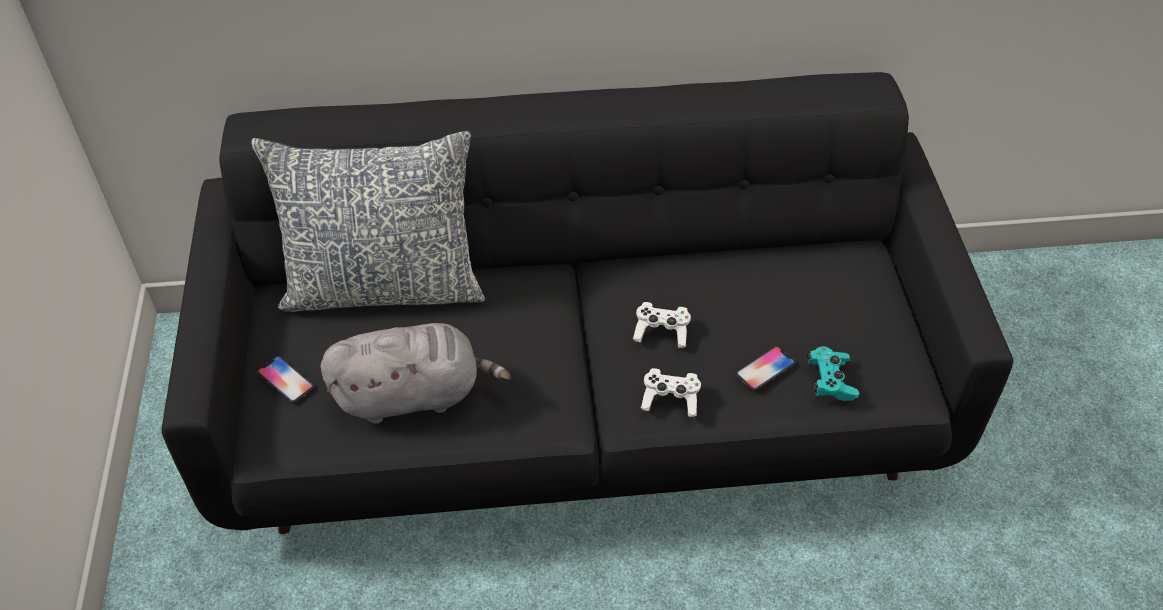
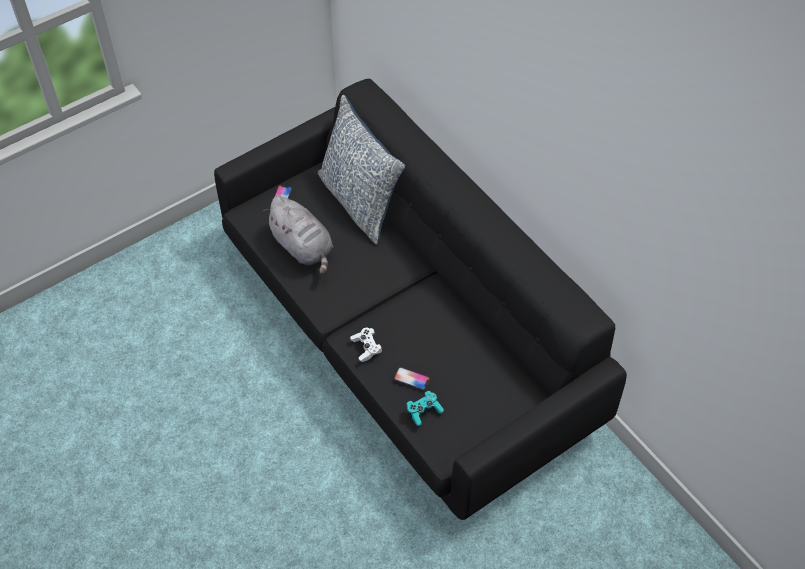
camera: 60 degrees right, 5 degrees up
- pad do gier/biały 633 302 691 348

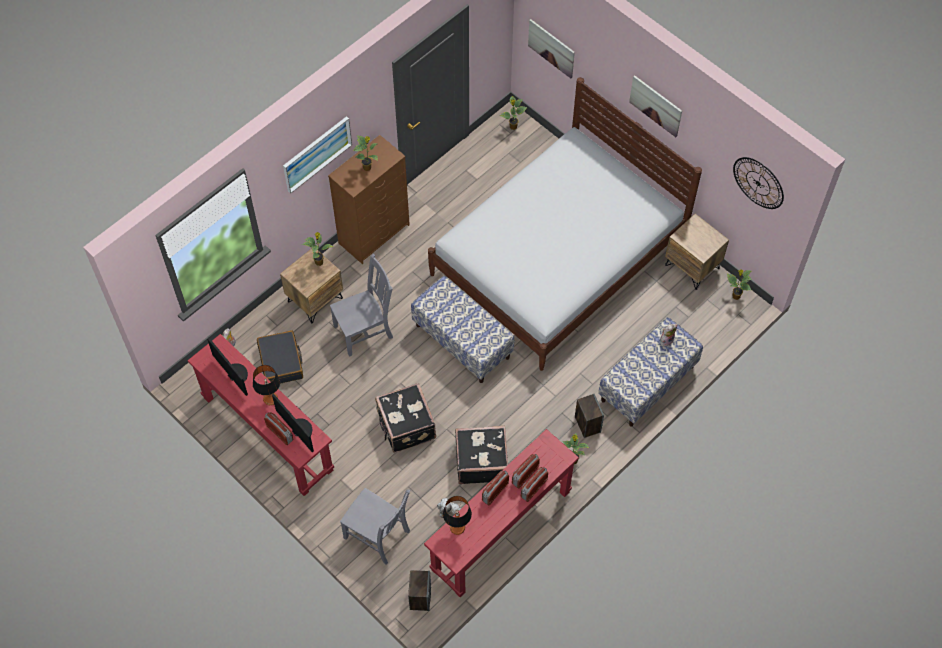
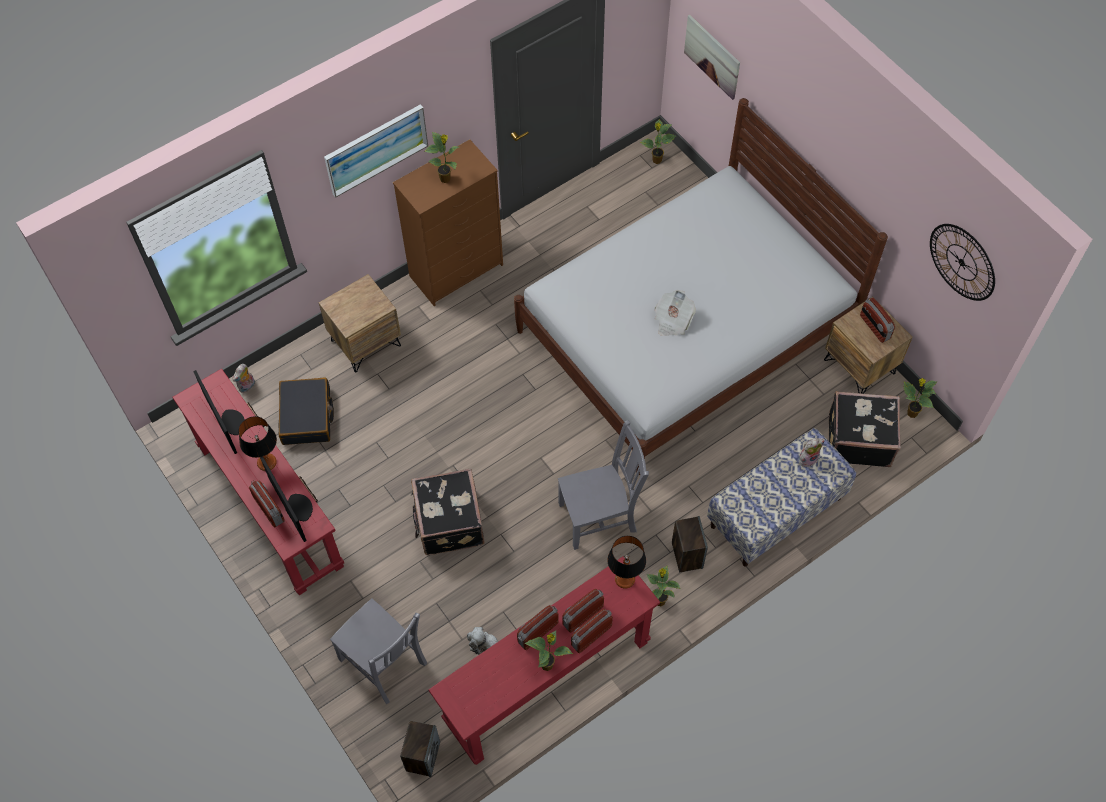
camera: 10 degrees right, 0 degrees up
- ławka 411 276 514 383
- obraz 629 75 682 137
+ gazeta 655 290 696 336
+ radio 860 297 895 343
~ roślina doniczkowa 302 232 333 266 to 524 630 573 671
~ krzesło/szary 330 254 393 357 to 558 420 649 550
~ lampa stołowa 443 496 472 535 to 608 536 646 589
~ walizka/czarny 455 426 508 484 to 829 391 901 467

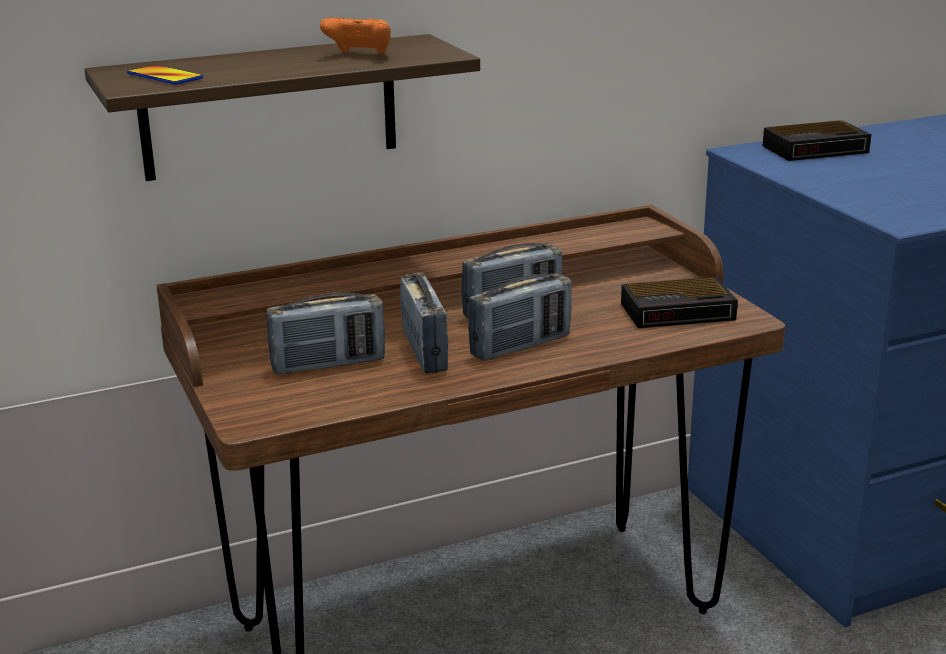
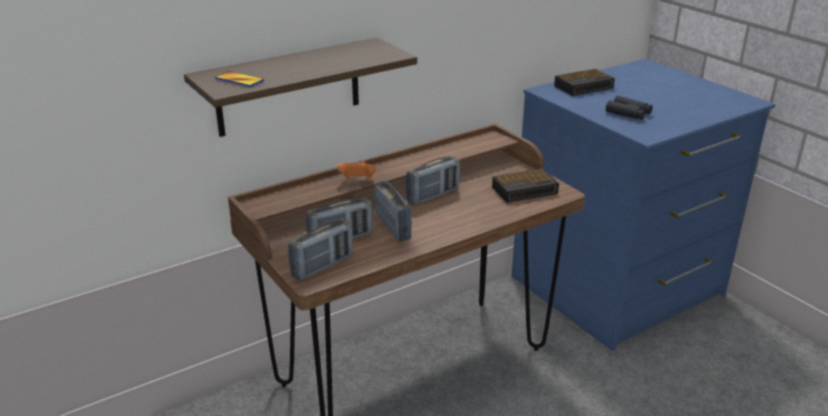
camera: 10 degrees left, 5 degrees up
+ lornetka/czarny 606 96 653 120
~ pad do gier/pomarańczowy 320 18 391 55 to 337 161 376 179
~ radio 468 273 572 361 to 288 219 353 280

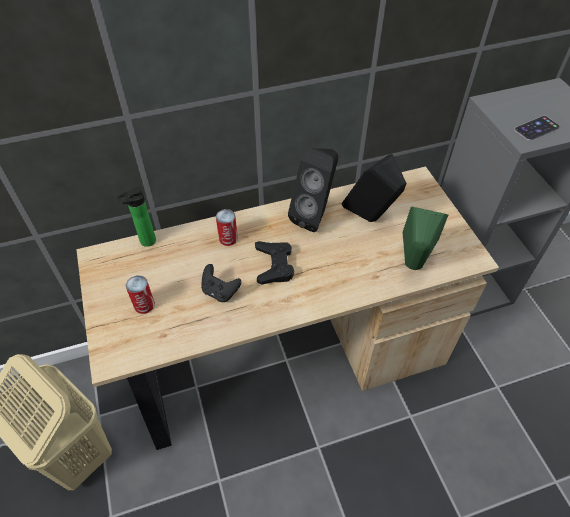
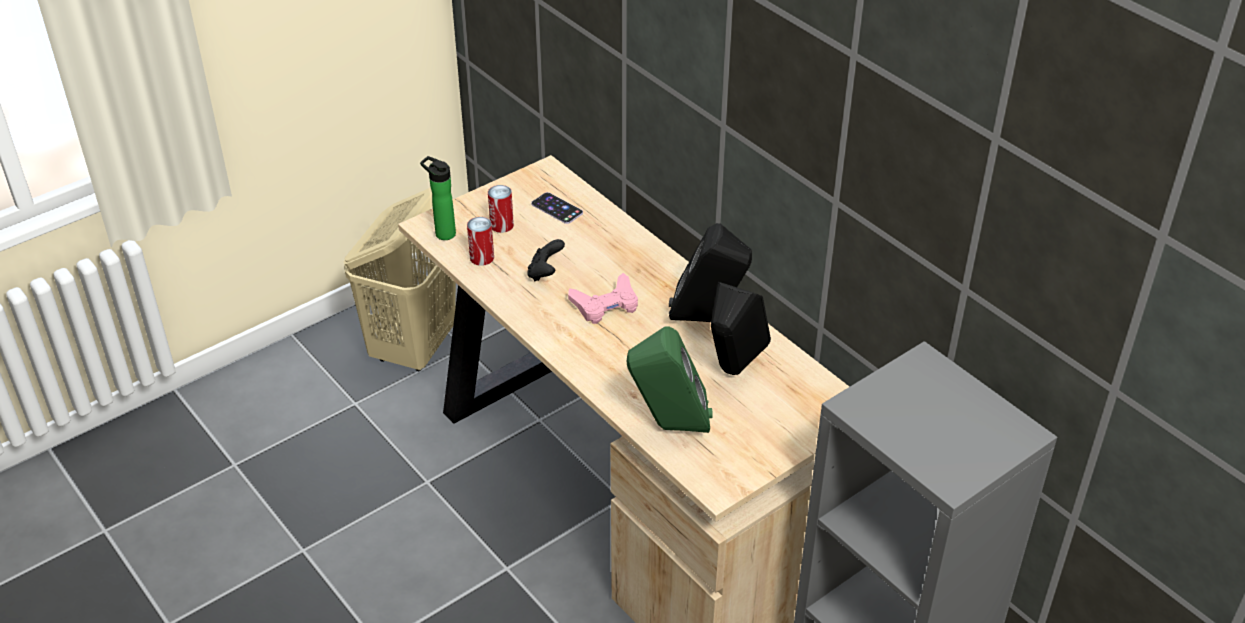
camera: 70 degrees right, 10 degrees down
~ butelka 117 187 156 247 to 420 156 456 240
~ puszka 216 209 238 246 to 467 217 494 266
~ telefon 514 116 560 141 to 531 192 583 224
~ pad do gier/czarny 255 241 294 284 to pad do gier/różowy 568 273 638 324

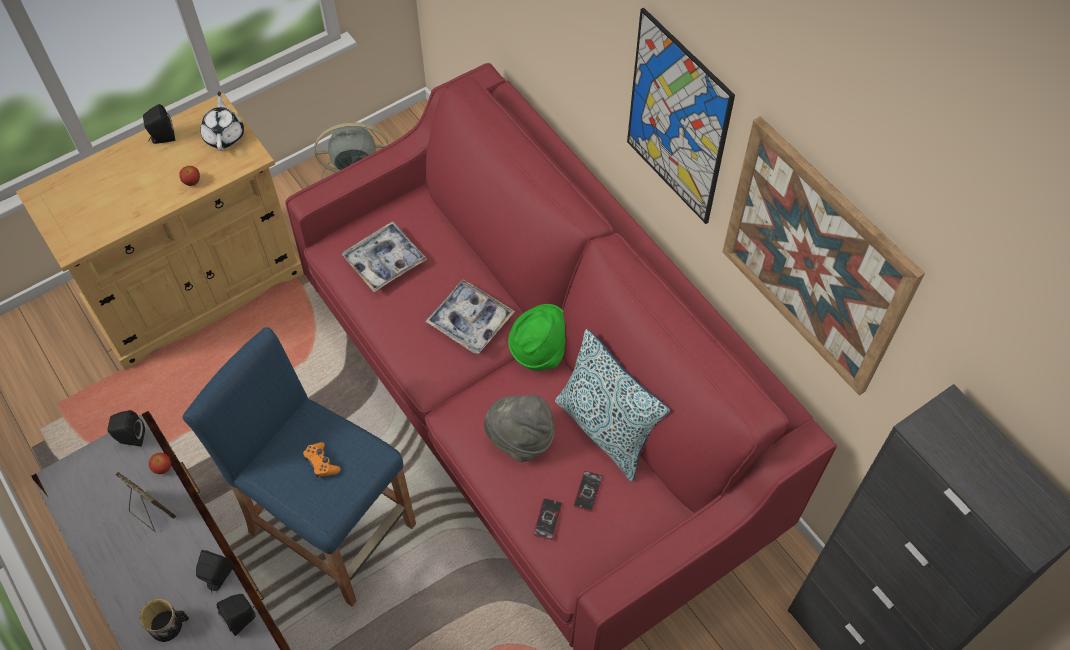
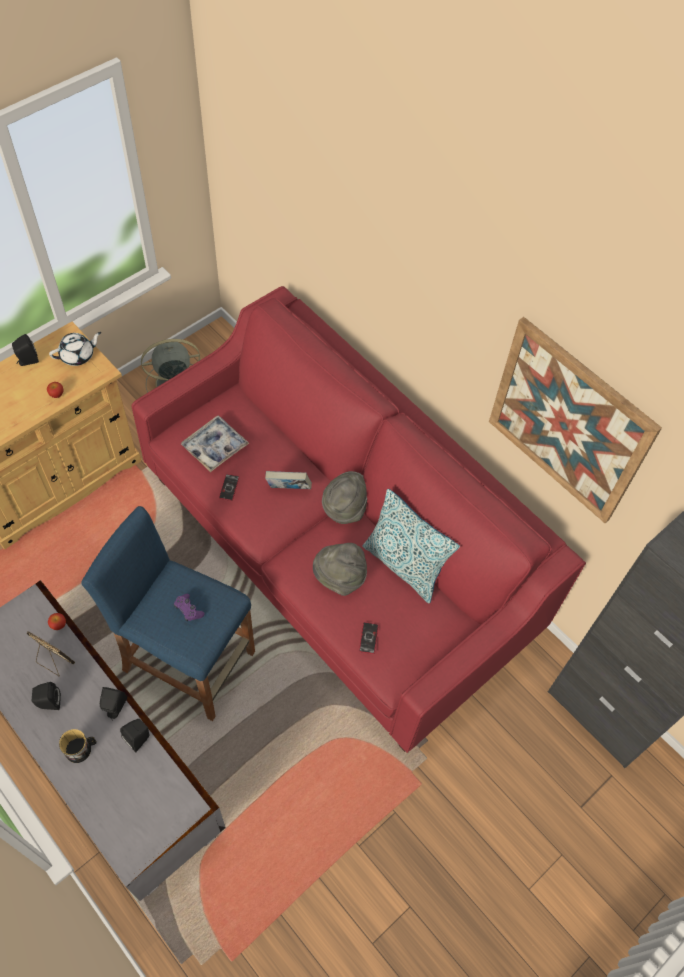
camera: 10 degrees left, 0 degrees up
- obraz 627 7 735 224
~ głośnik/czarny 107 410 145 447 to 32 682 61 710
~ telefon 574 471 603 511 to 219 474 239 501
~ taca 425 280 515 354 to książka 265 471 312 489
~ pad do gier/pomarańczowy 303 442 340 477 to pad do gier/fioletowy 174 594 205 622
~ kapelusz/zielony 508 304 566 371 to kapelusz/szary 322 471 367 524
~ imbryk/biały 200 91 244 151 = 49 332 101 366 75 degrees clockwise

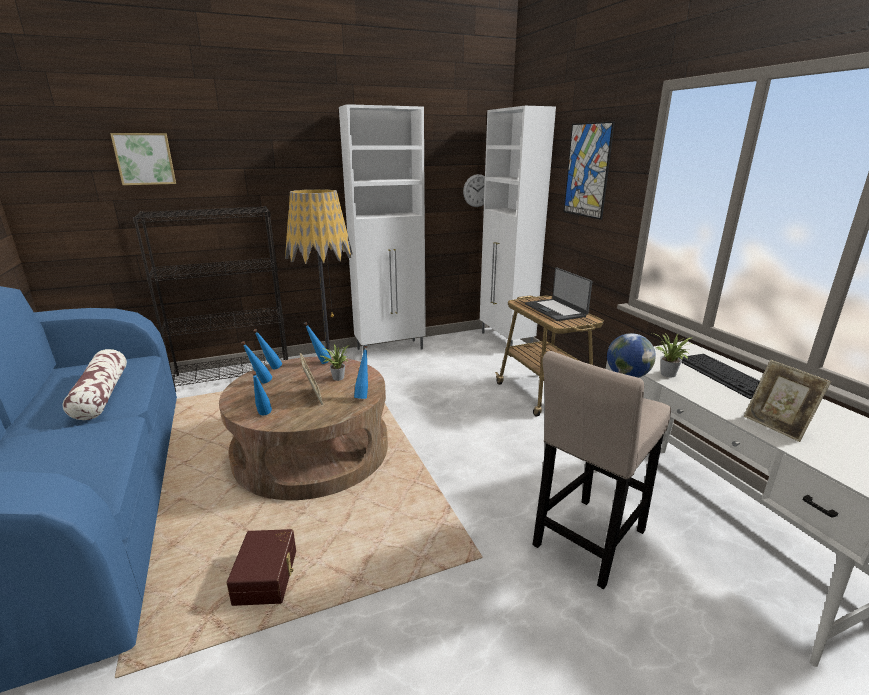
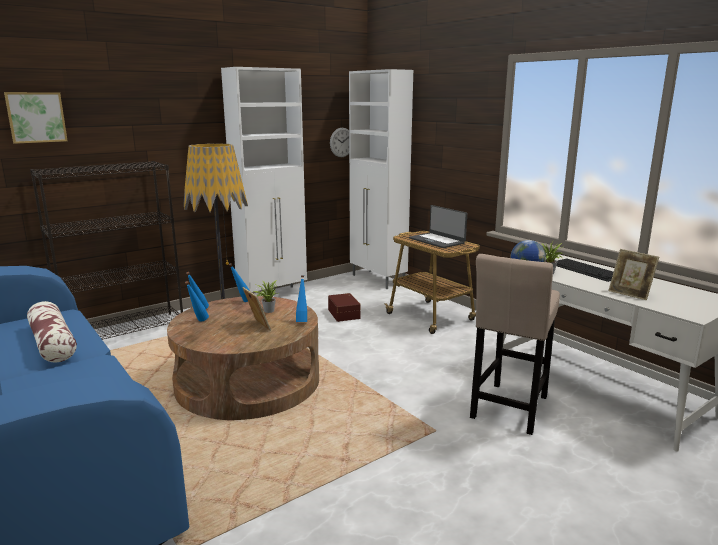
camera: 15 degrees left, 5 degrees down
- butelka/niebieski 252 371 272 415
- obraz 564 122 615 220
~ pojemnik do przechowywania/brązowy 226 529 296 606 to 328 293 361 322

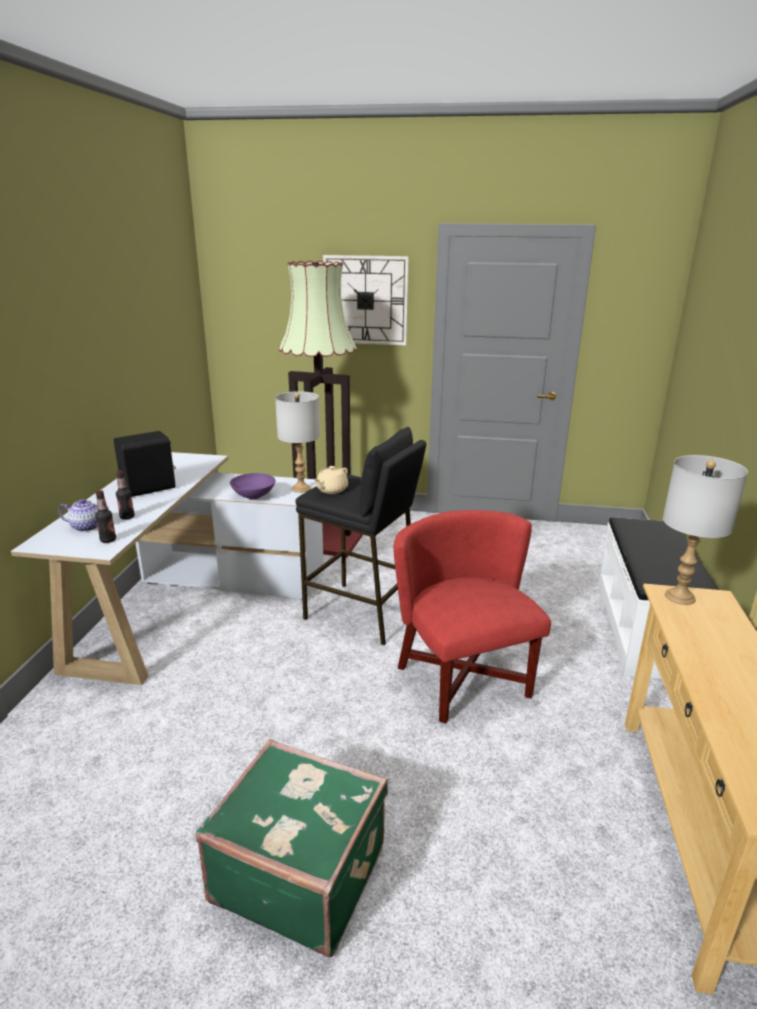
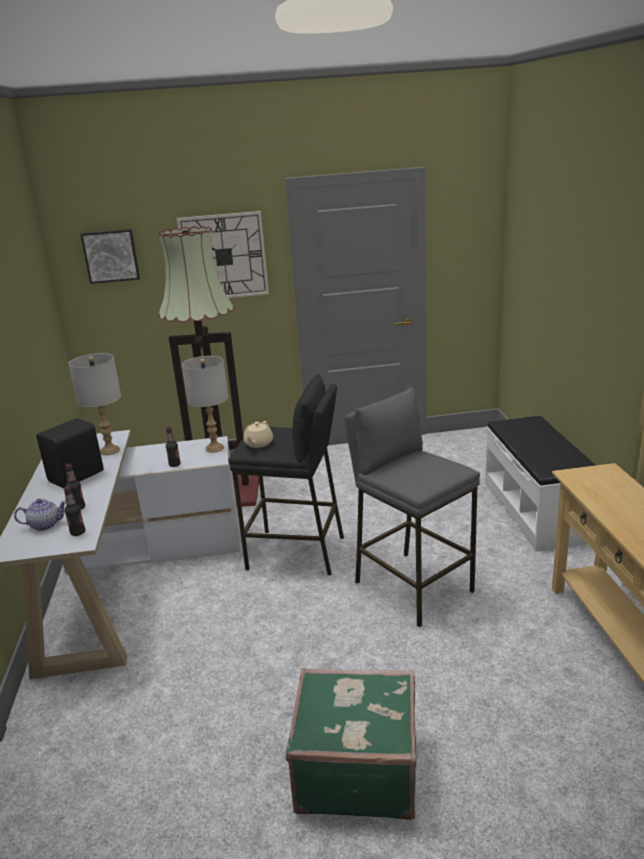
camera: 15 degrees left, 0 degrees up
+ obraz 80 229 140 284
~ lampa stołowa/szary 663 455 748 605 to 68 353 121 455
~ miska/fioletowy 230 473 275 500 to butelka 166 427 181 467
~ fotel/czerwony 393 510 551 723 to stołek/szary 344 387 480 627

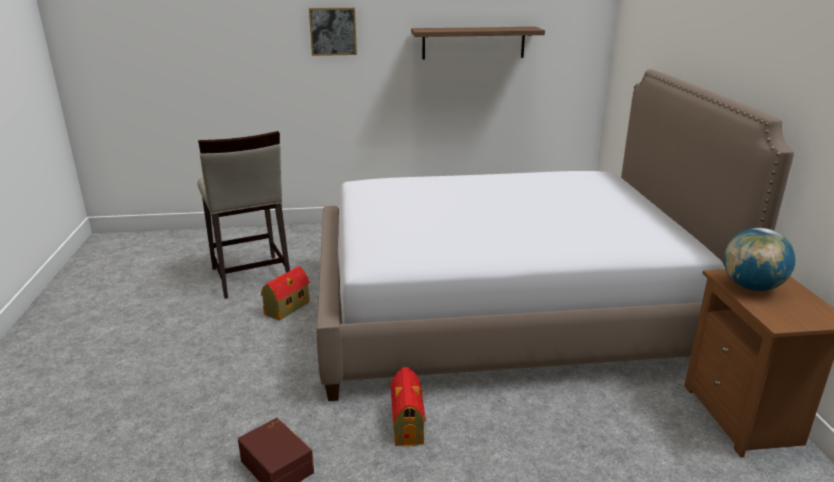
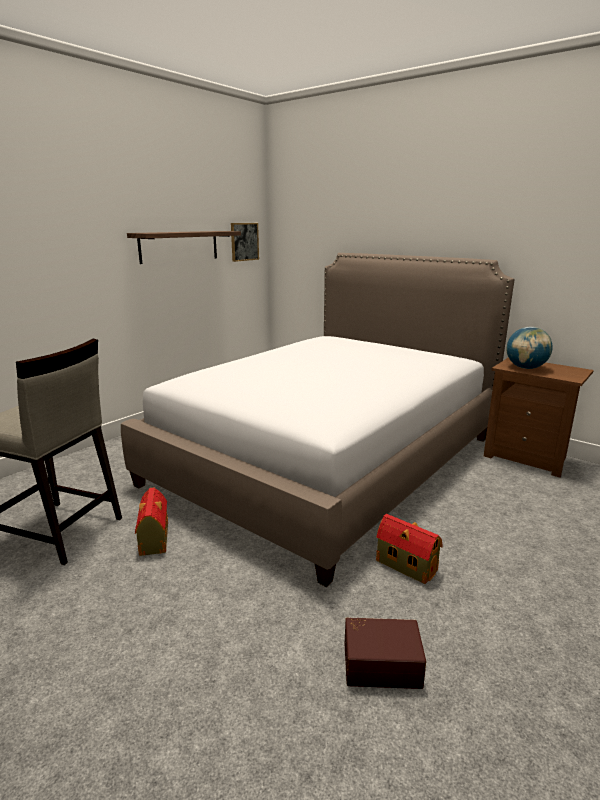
camera: 45 degrees left, 5 degrees down
~ obraz 309 8 357 56 to 231 223 259 262

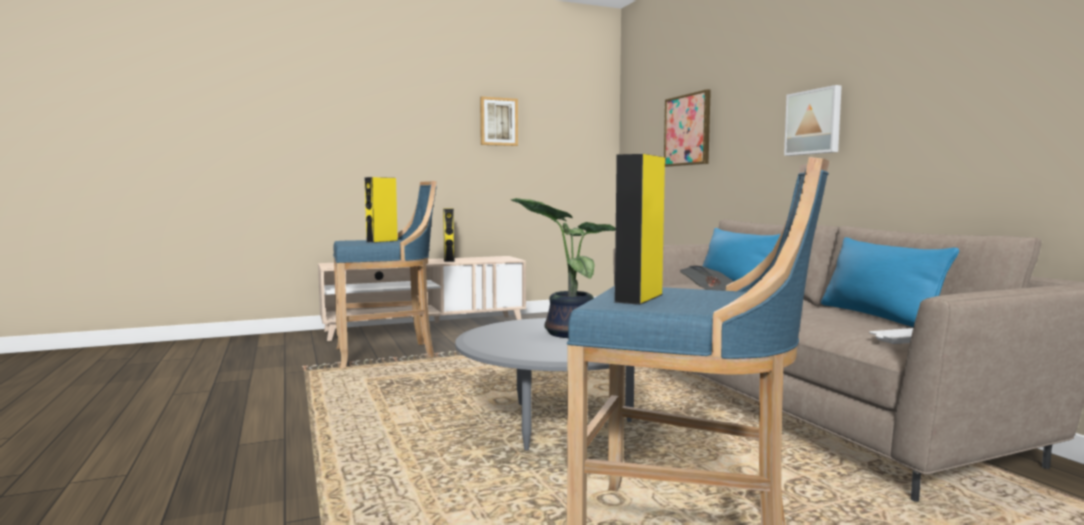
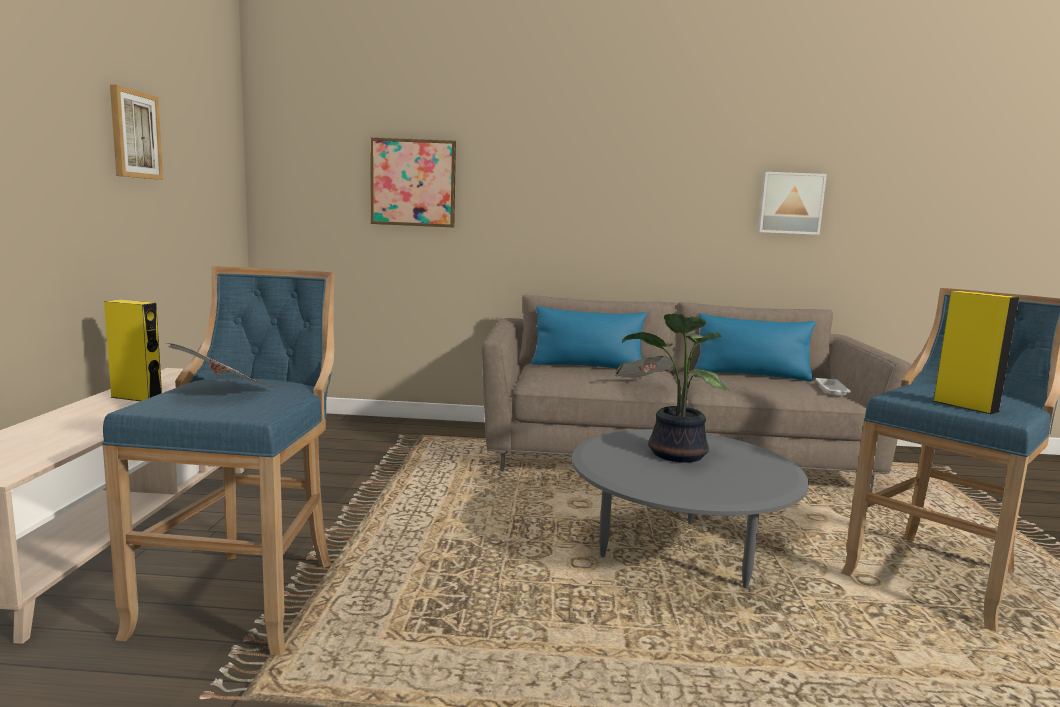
camera: 65 degrees left, 5 degrees up
~ obraz 784 85 842 156 to 758 172 827 235
~ głośnik/żółty 365 177 398 243 to gazeta 167 343 275 387

